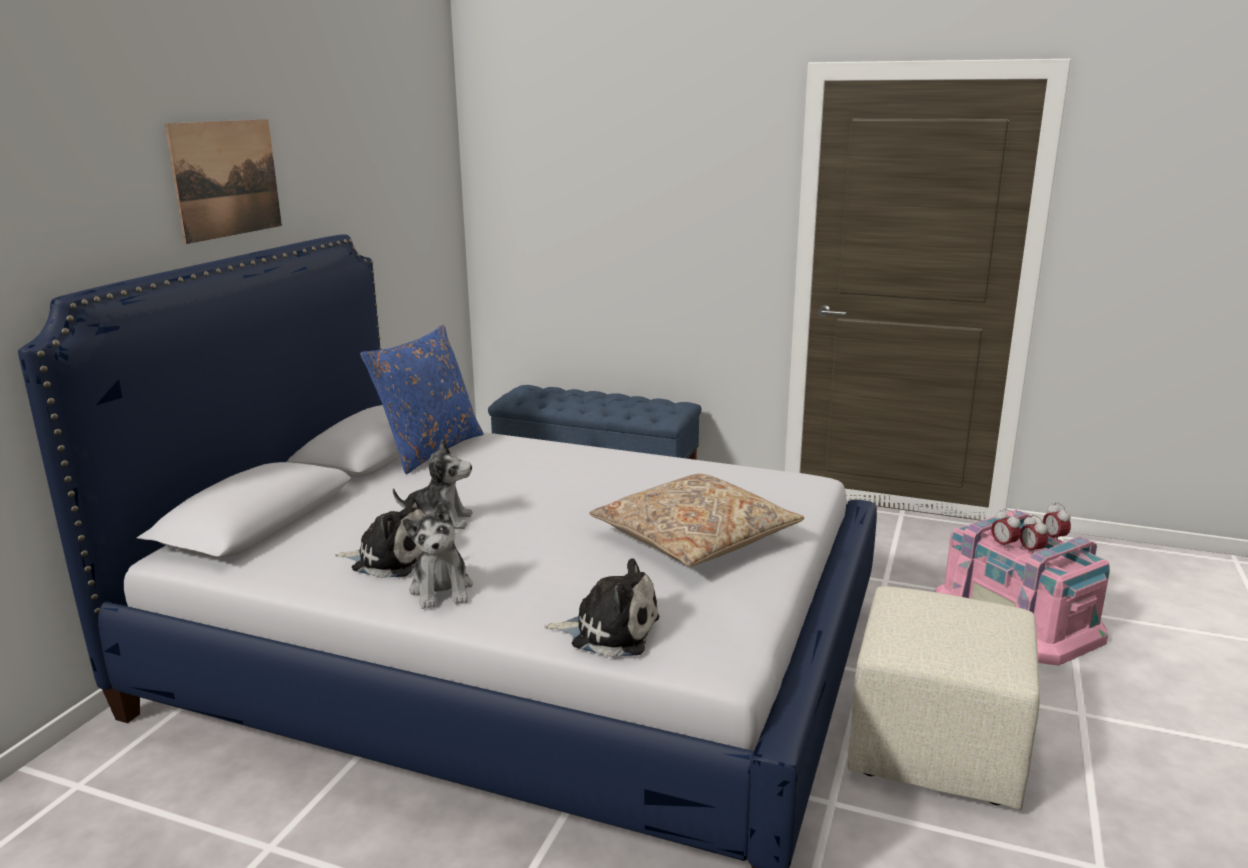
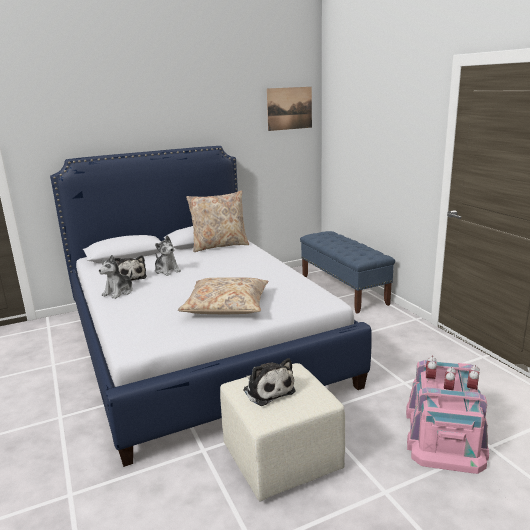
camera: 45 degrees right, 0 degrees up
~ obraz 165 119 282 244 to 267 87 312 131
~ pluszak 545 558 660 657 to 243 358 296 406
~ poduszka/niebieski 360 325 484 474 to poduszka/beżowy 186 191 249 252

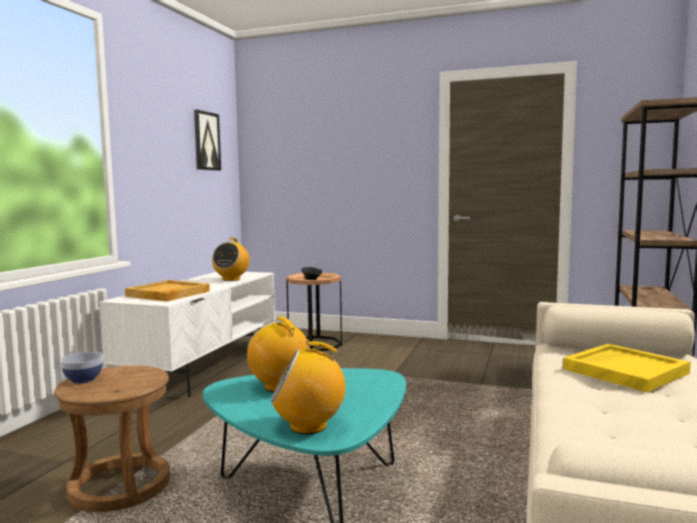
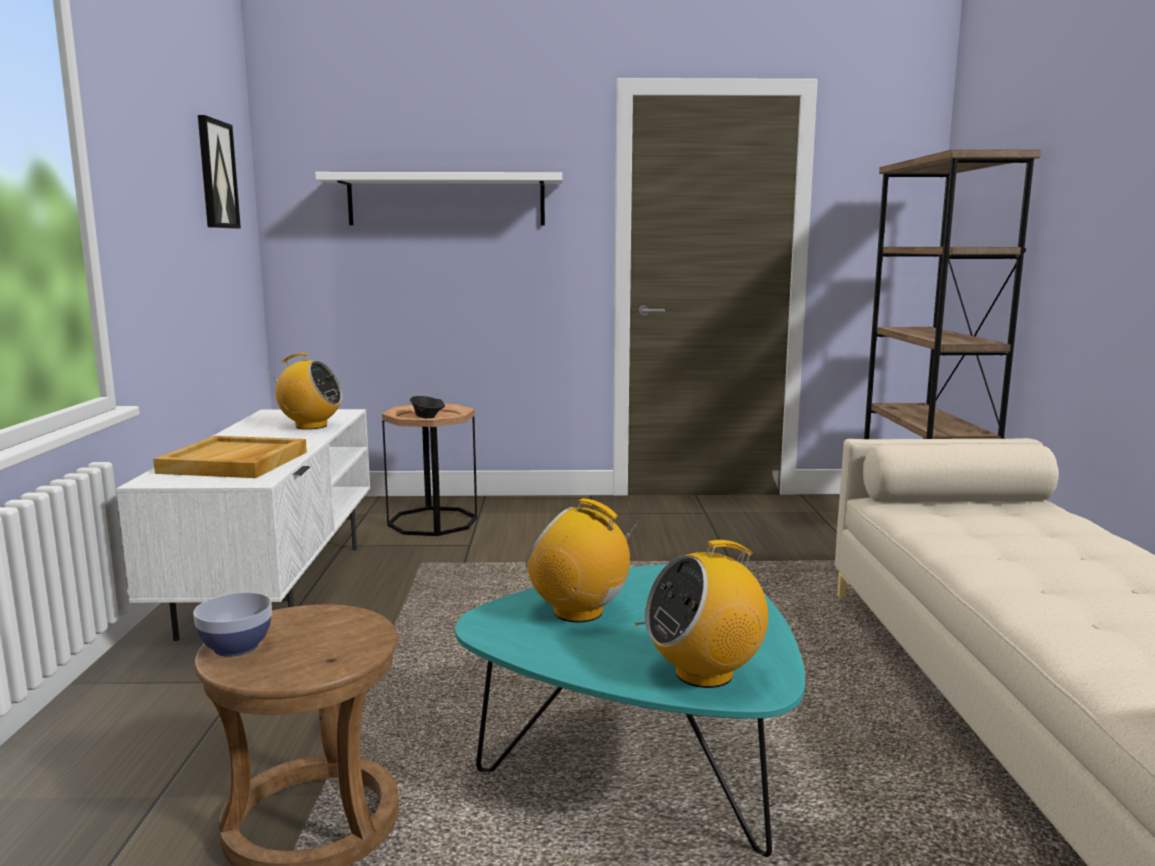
camera: 20 degrees left, 5 degrees up
- taca/żółty 563 344 691 393
+ półka/biały 315 172 562 225
~ radio 212 238 249 281 = 267 353 343 430 75 degrees counterclockwise

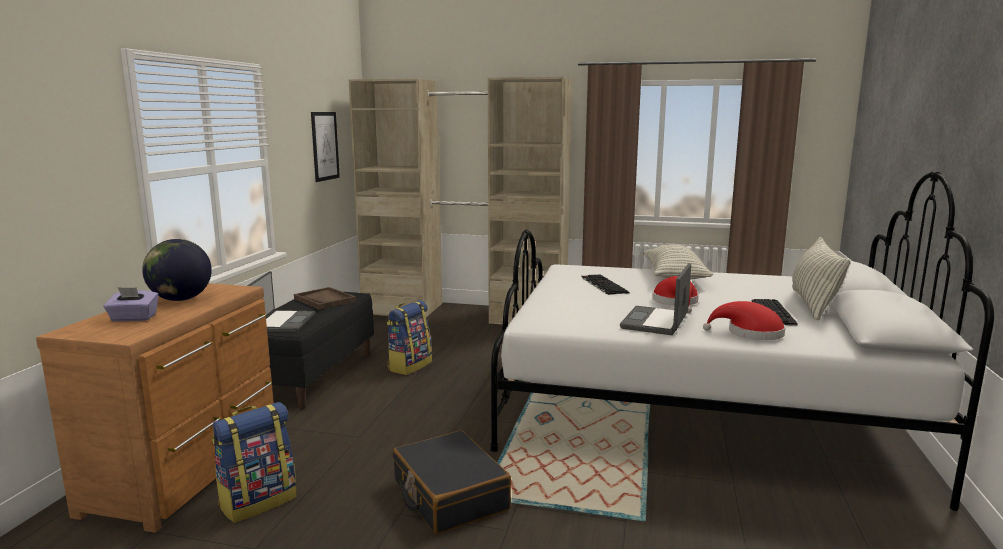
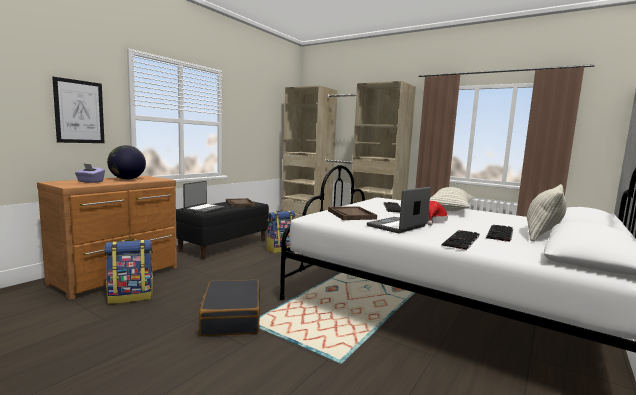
camera: 20 degrees right, 5 degrees down
+ taca/brązowy 328 206 377 220
~ obraz 311 112 340 182 to 52 77 104 143
~ kapelusz/czerwony 703 301 785 340 to klawiatura 441 230 479 250

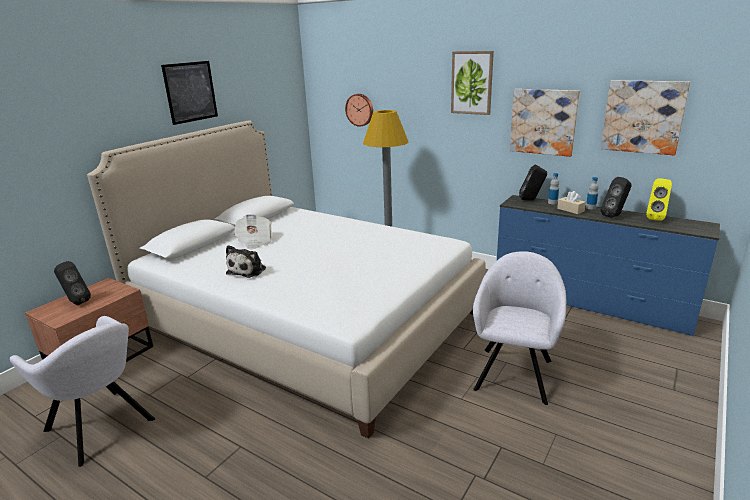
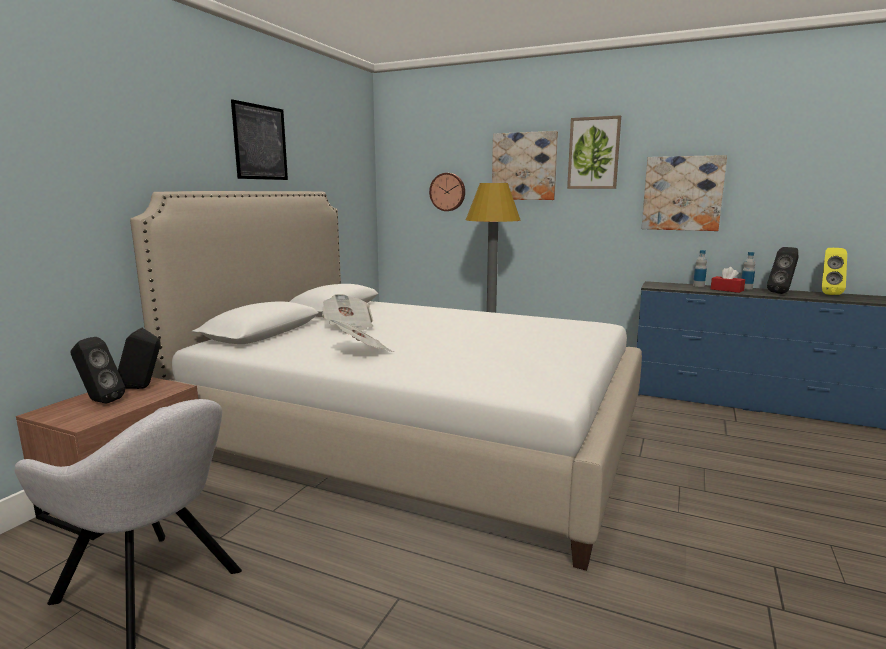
camera: 10 degrees left, 10 degrees down
- fotel/szary 473 251 566 405
~ głośnik/czarny 519 164 547 201 to 118 328 161 389
~ obraz 601 80 690 155 to 492 131 558 200
~ pluszak 226 245 266 278 to gazeta 328 319 394 352
~ pudełko chusteczek/beżowy 557 191 586 214 to pudełko chusteczek/czerwony 711 267 745 293

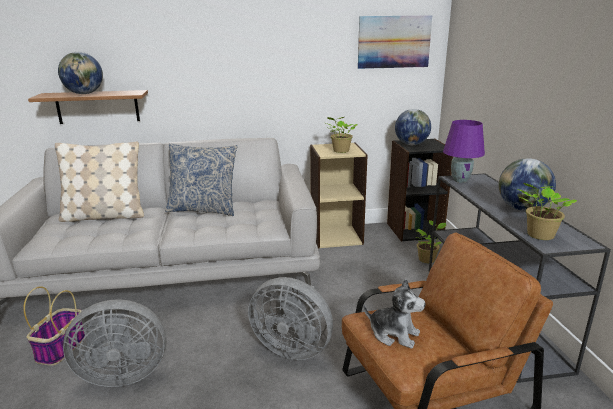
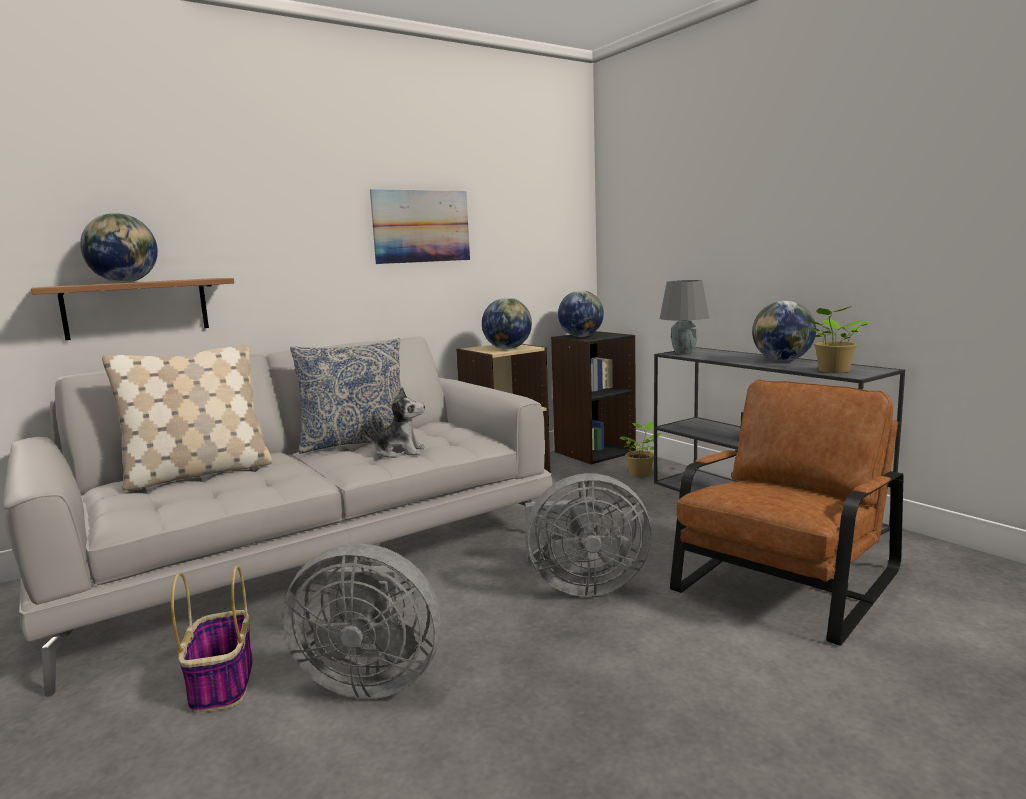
camera: 25 degrees left, 10 degrees down
~ obraz 358 16 432 69 to 370 189 470 264
~ pluszak 364 279 426 349 to 363 387 425 458
~ roślina doniczkowa 326 117 358 153 to globus 482 298 532 349
~ lampa stołowa/fioletowy 443 120 485 183 to lampa stołowa/szary 660 280 709 355
~ wentylator/szary 63 299 166 387 = 282 544 442 699 45 degrees clockwise

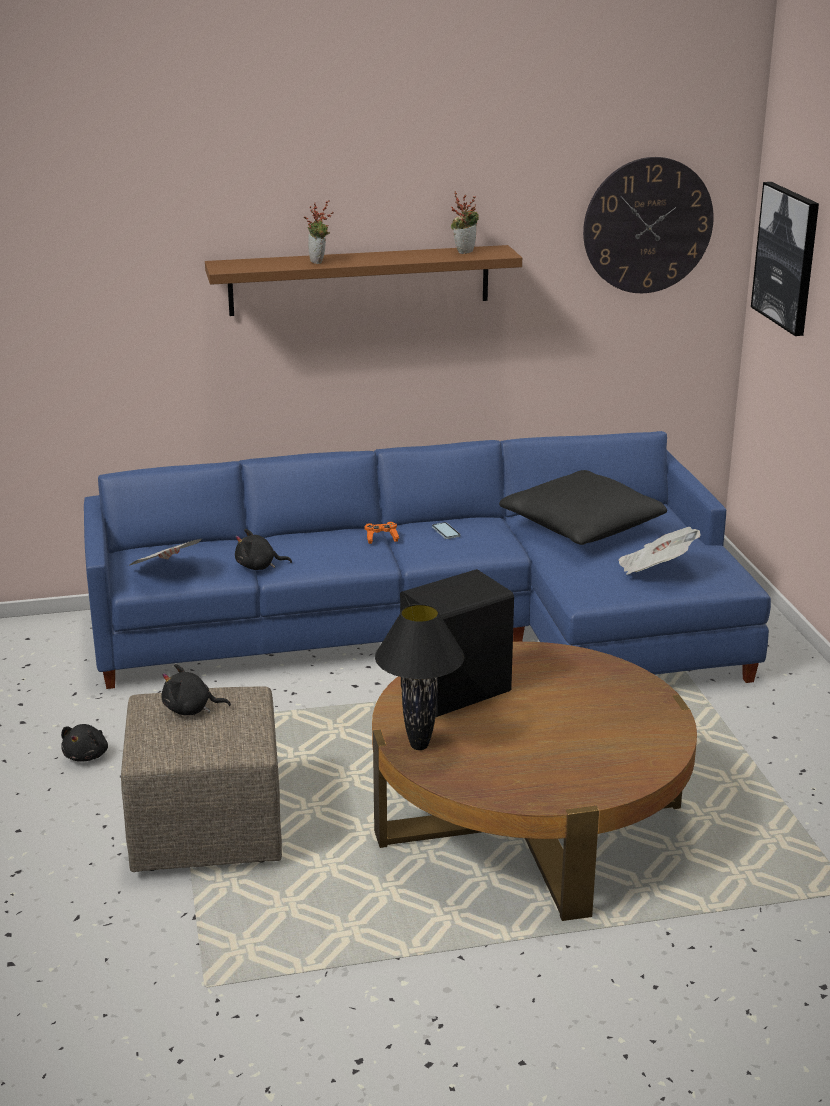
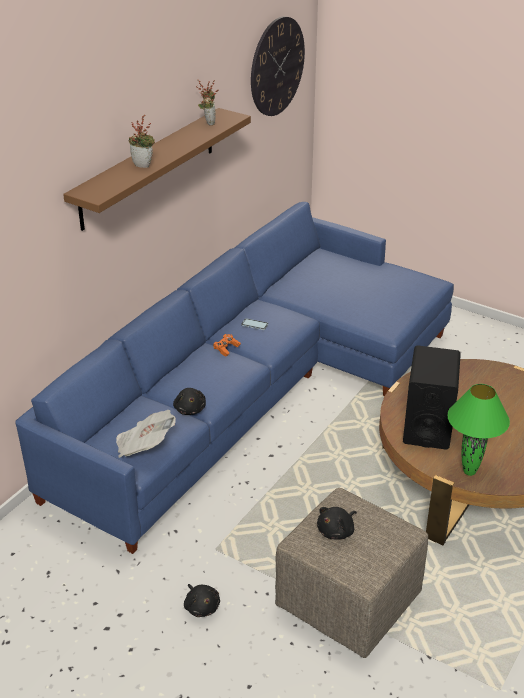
camera: 45 degrees left, 10 degrees up
- poduszka/czarny 499 470 667 545
- gazeta 618 527 700 575
- obraz 751 182 819 336
~ lampa stołowa/czarny 375 604 464 750 to lampa stołowa/zielony 447 384 510 476
~ pluszak/czarny 235 529 292 570 = 173 388 206 415 60 degrees counterclockwise

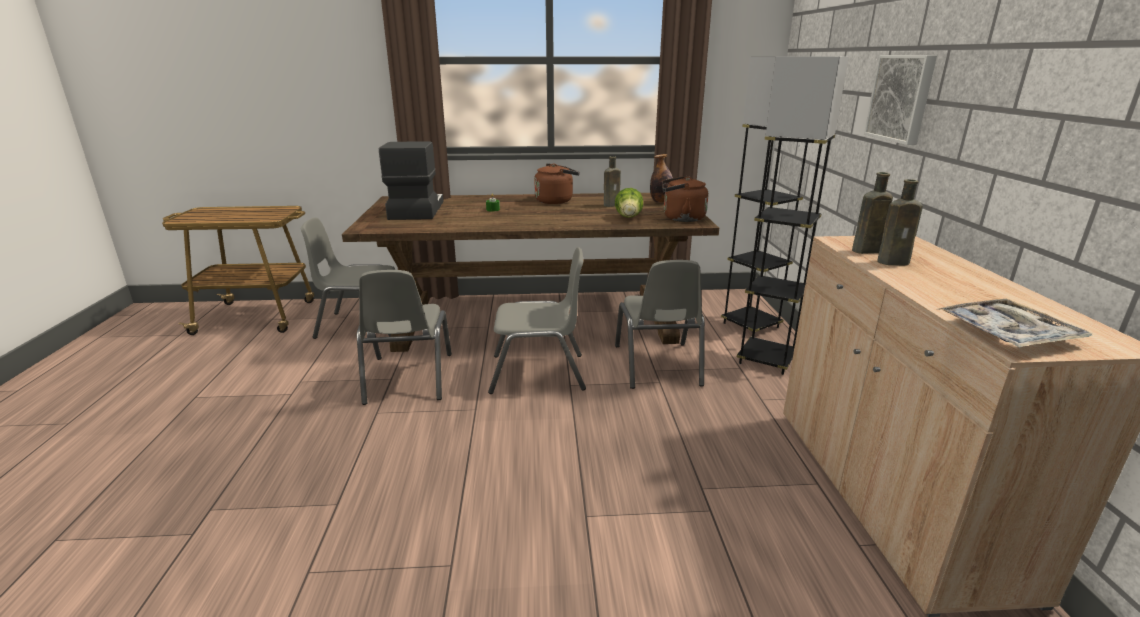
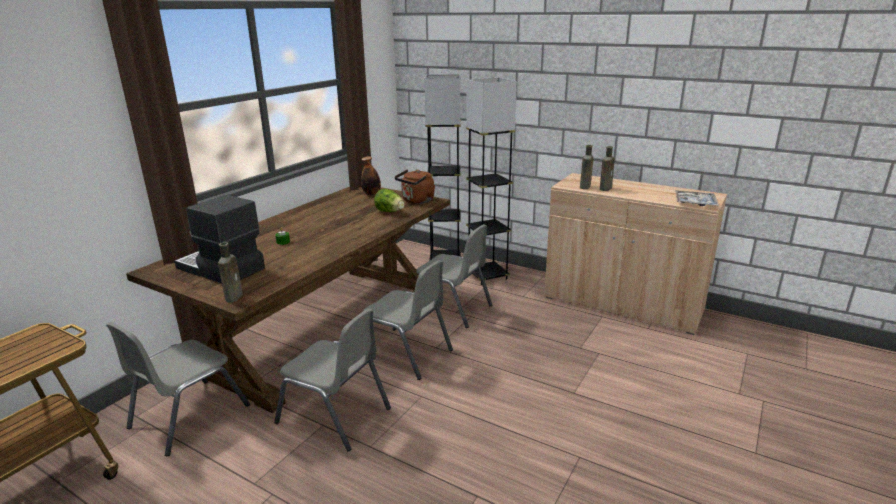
camera: 55 degrees left, 0 degrees up
- czajnik/brązowy 534 163 580 204
- obraz 864 55 937 145
~ butelka/brązowy 604 156 621 207 to 218 242 243 303
~ krzesło/szary 488 247 586 394 = 363 260 453 380 90 degrees clockwise

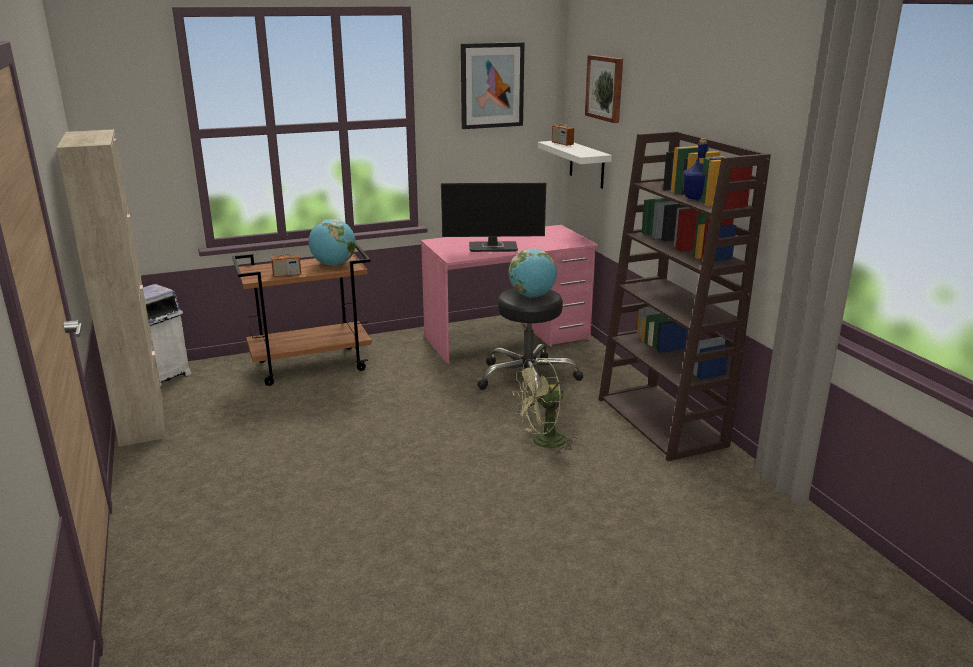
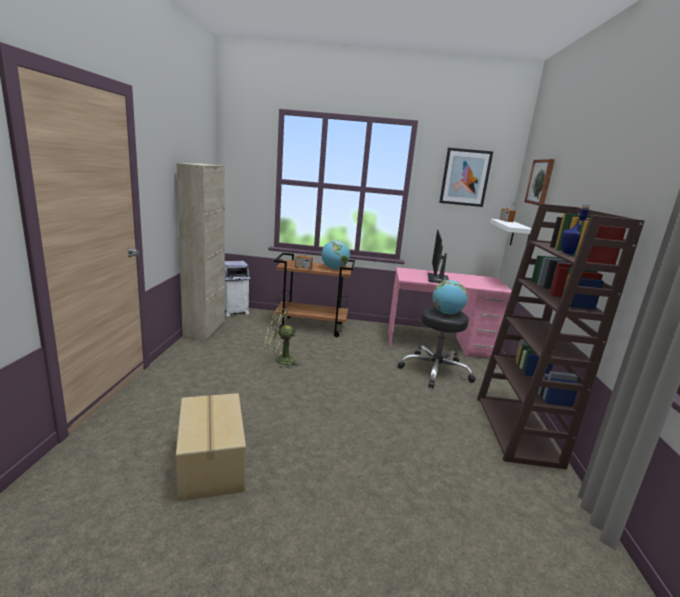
camera: 25 degrees right, 5 degrees down
+ karton 176 393 246 502
~ wentylator/zielony 513 358 577 454 to 265 308 300 368
~ monitor 441 183 546 252 = 428 229 449 283 75 degrees clockwise

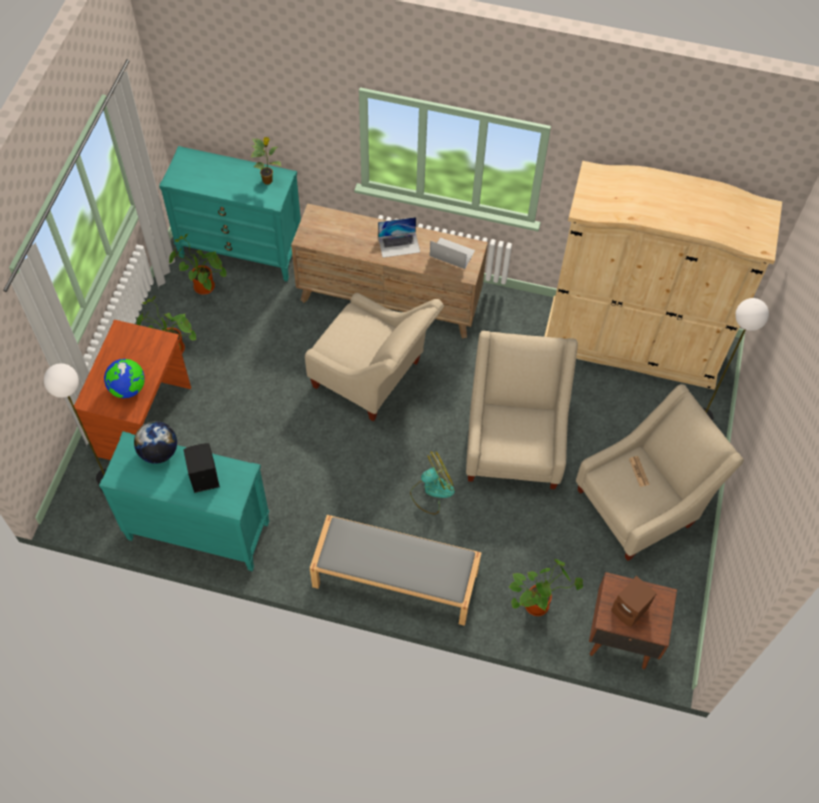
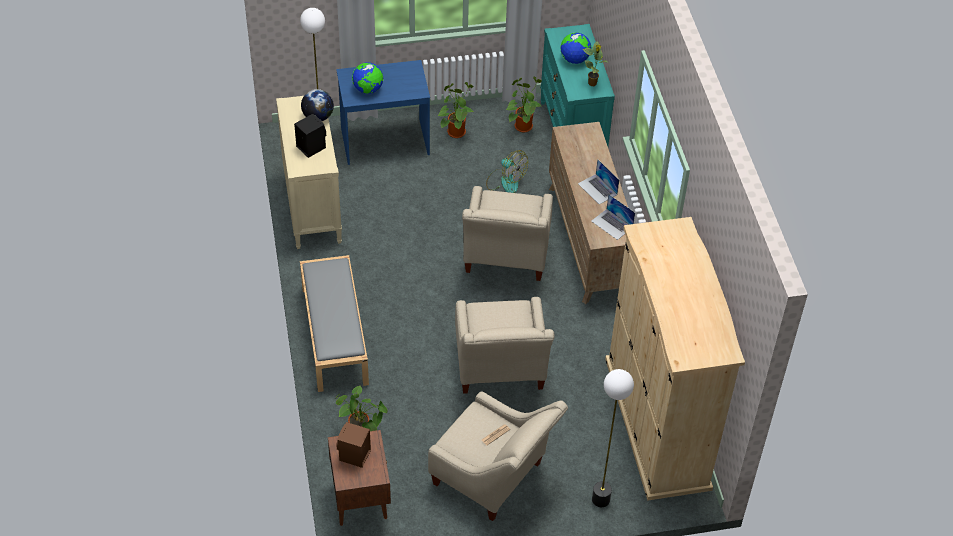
camera: 65 degrees right, 10 degrees down
+ globus 560 33 591 64
~ wentylator 410 451 455 514 to 486 150 528 193
~ biurko/brązowy 74 320 191 460 to biurko/niebieski 336 60 430 165
~ komoda/turkusowy 99 431 270 571 to komoda/beżowy 276 96 342 249
~ laptop 430 237 475 269 = 591 194 635 240 135 degrees clockwise
~ fotel/beżowy 466 331 578 489 = 455 297 554 394 105 degrees clockwise

